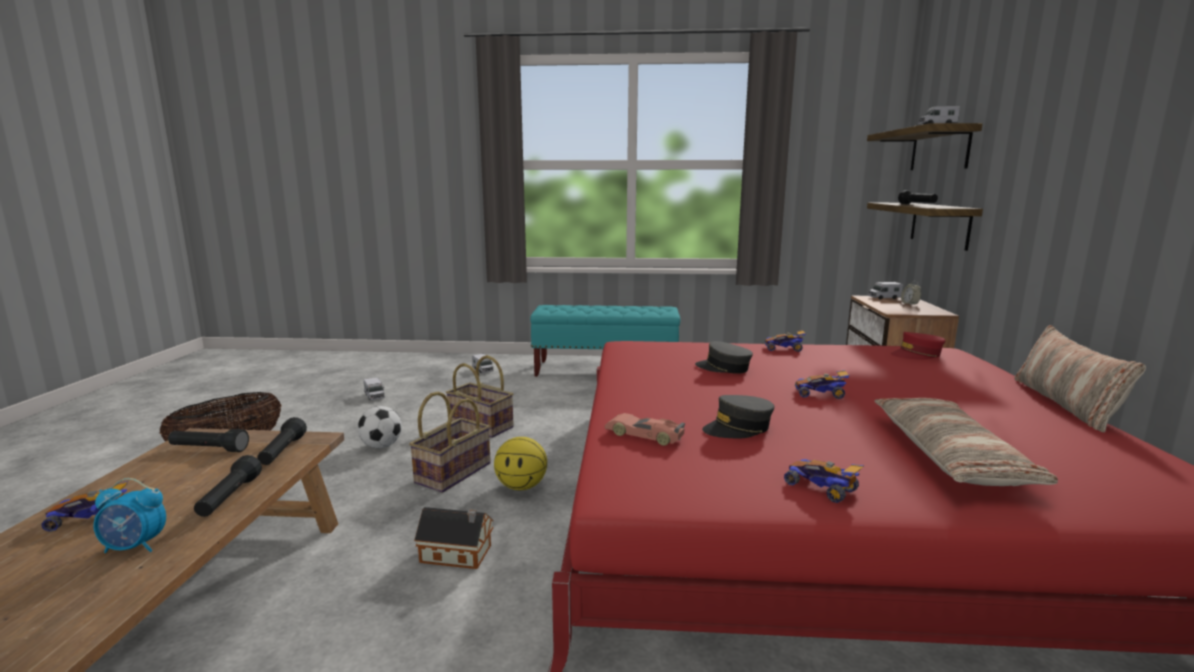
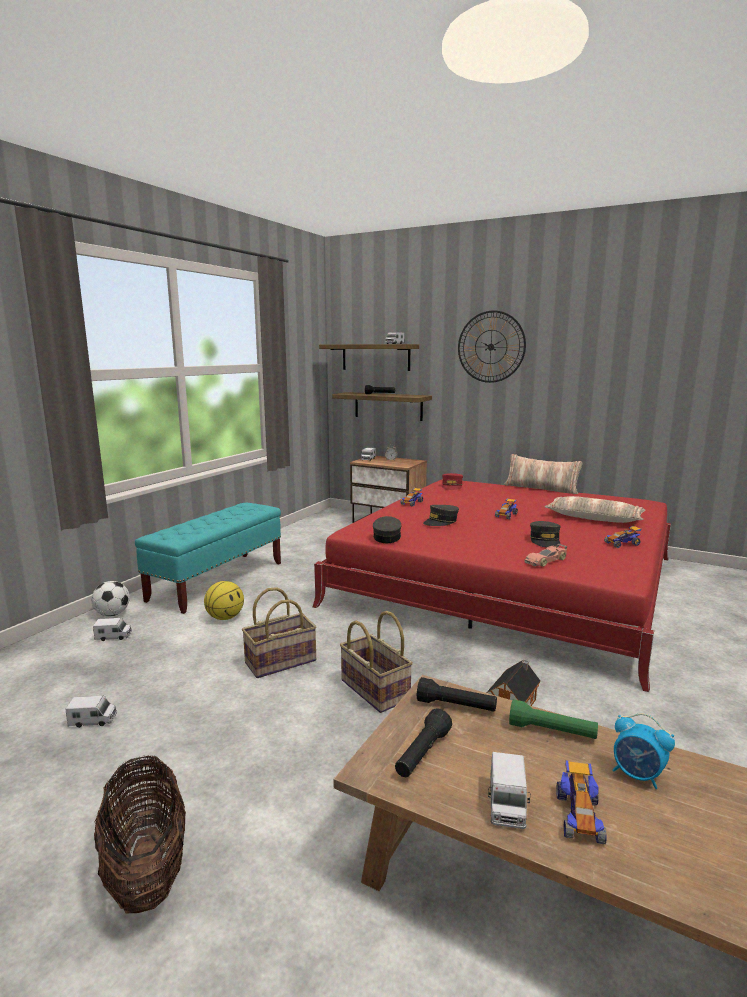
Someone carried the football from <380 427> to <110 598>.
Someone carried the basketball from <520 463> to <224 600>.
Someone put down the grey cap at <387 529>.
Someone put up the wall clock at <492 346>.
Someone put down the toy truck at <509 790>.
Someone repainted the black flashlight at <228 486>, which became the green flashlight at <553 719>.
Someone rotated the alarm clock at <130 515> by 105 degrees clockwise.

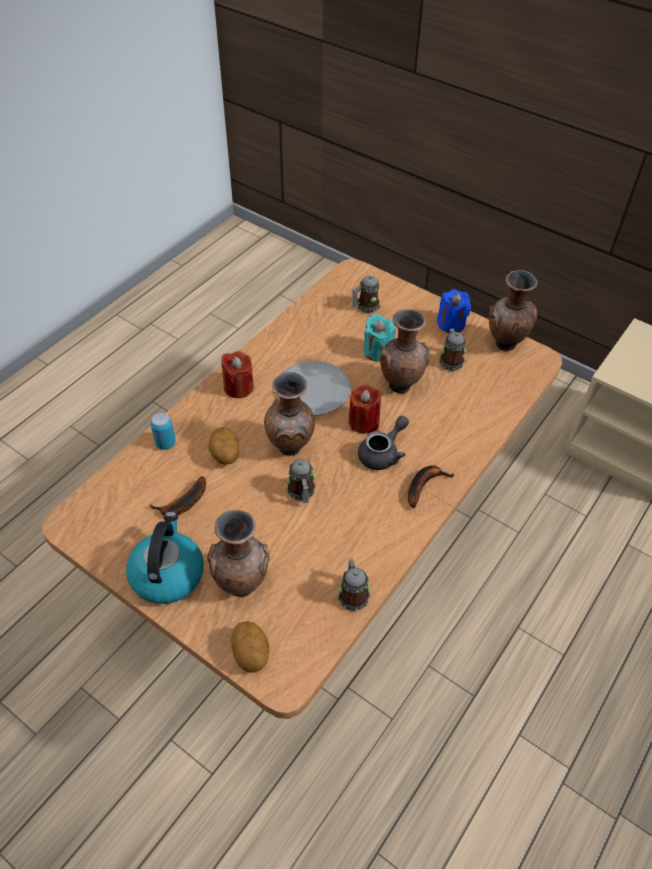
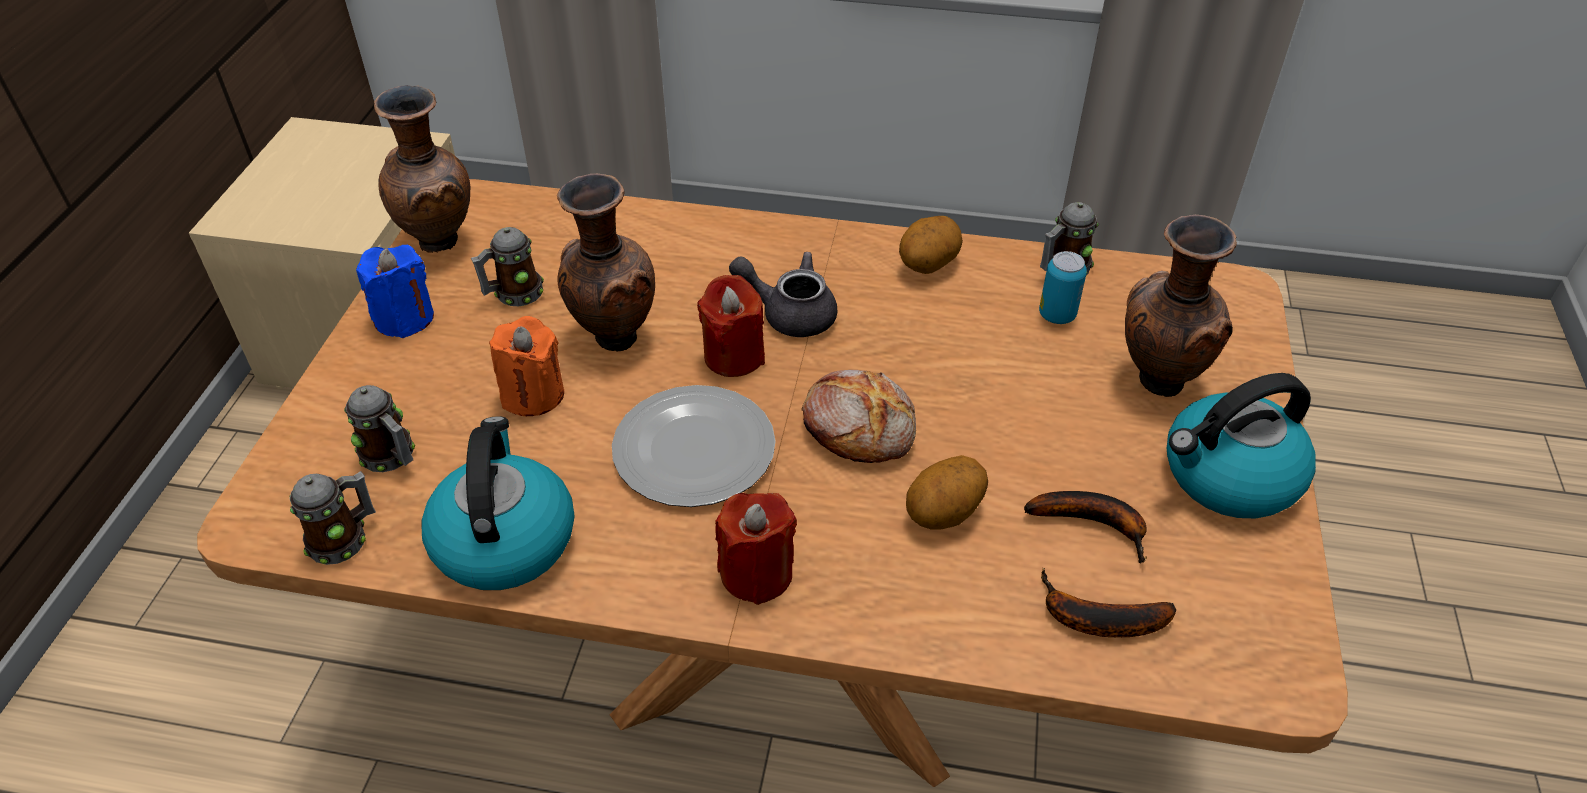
Someone carried the mug from <301 481> to <333 518>.
Someone put down the kettle at <498 503>.
Someone repainted the turquoise candle at <379 338>, which became the orange candle at <526 366>.
Someone swapped the brown vase at <289 414> for the bread at <858 416>.
Someone carried the potato from <250 647> to <931 245>.
Someone carried the can from <163 431> to <1063 287>.
Someone carried the banana from <431 486> to <1108 602>.

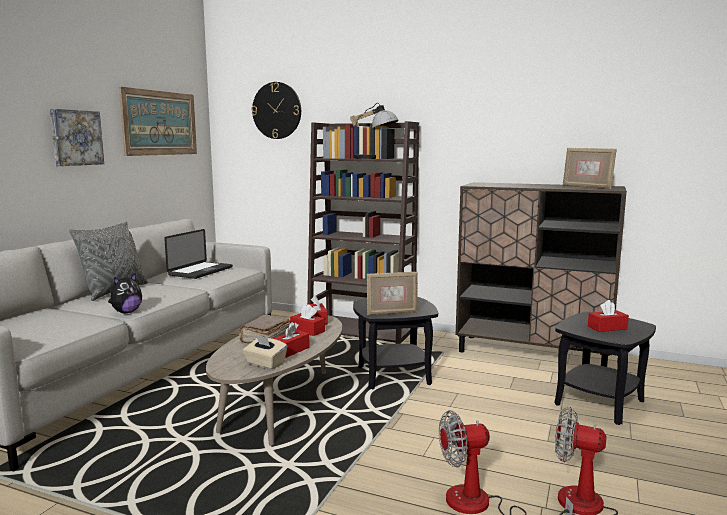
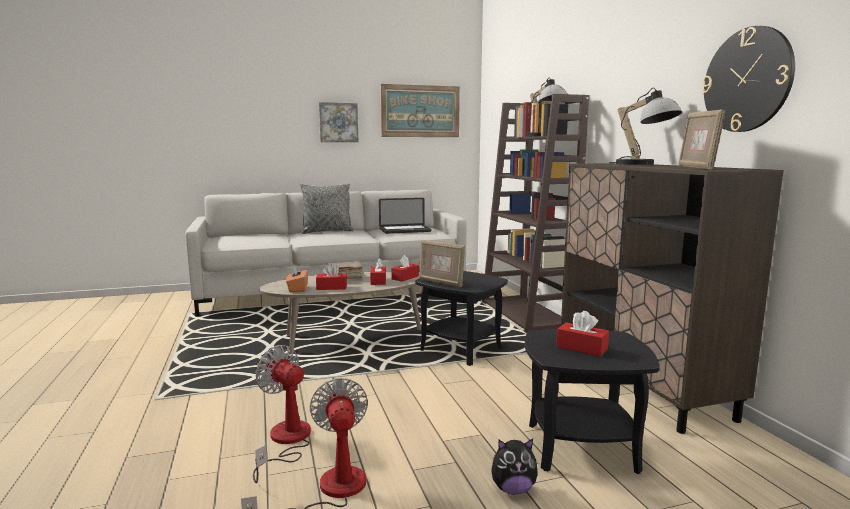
Someone repainted the beige tissue box at <265 352>, which became the orange tissue box at <297 278>.
Someone carried the plush toy from <125 293> to <514 467>.
Someone put down the table lamp at <645 126>.
Someone carried the wall clock from <276 110> to <748 79>.

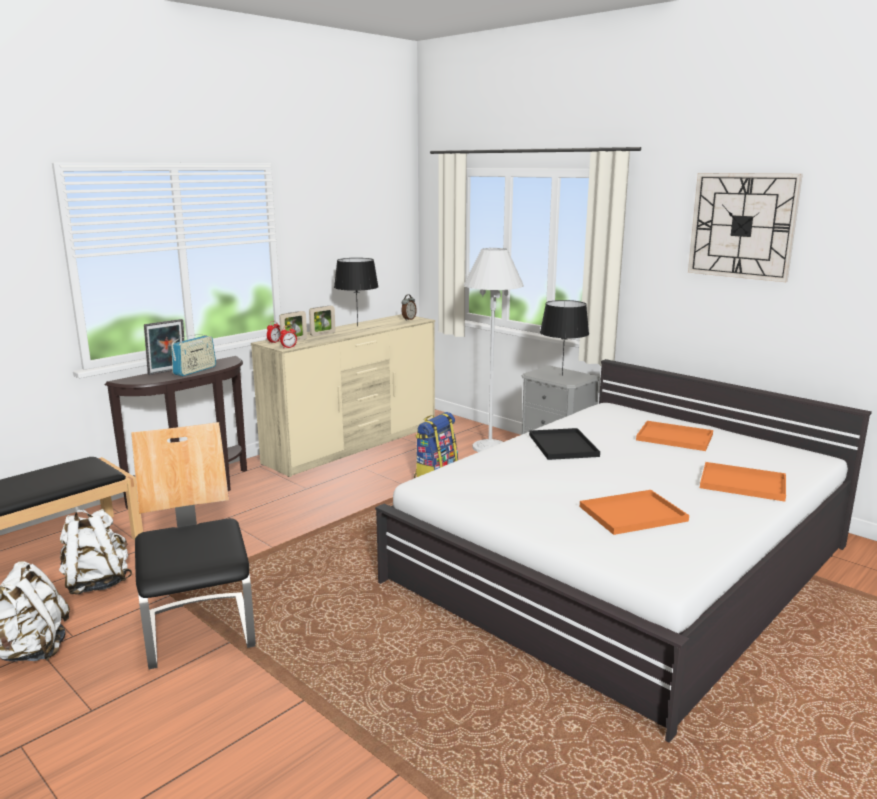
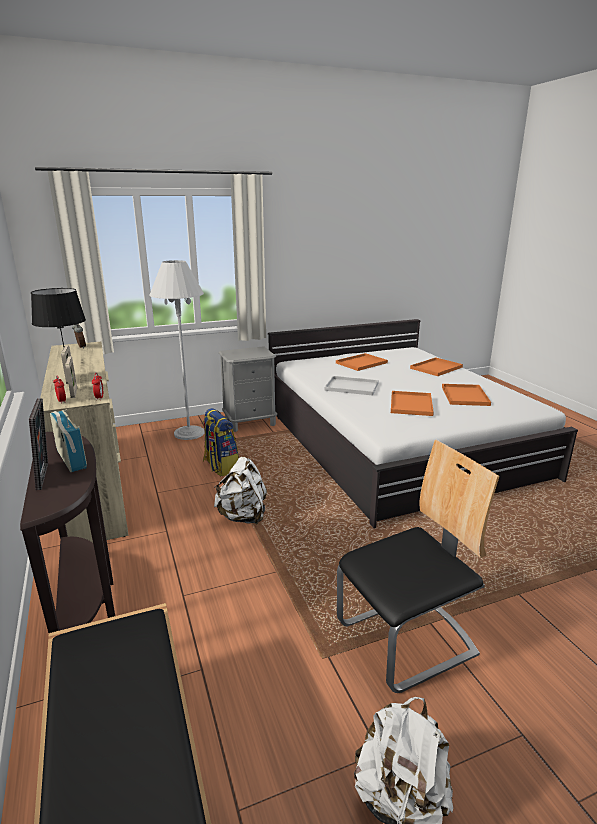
Someone carried the white backpack from <95 552> to <240 491>.
Someone repainted the black tray at <564 444>, which became the white tray at <351 386>.
Someone rotated the chair at <193 546> by 150 degrees clockwise.
Someone put down the orange tray at <412 403>.
Someone took away the black table lamp at <564 338>.
Someone took away the wall clock at <745 227>.

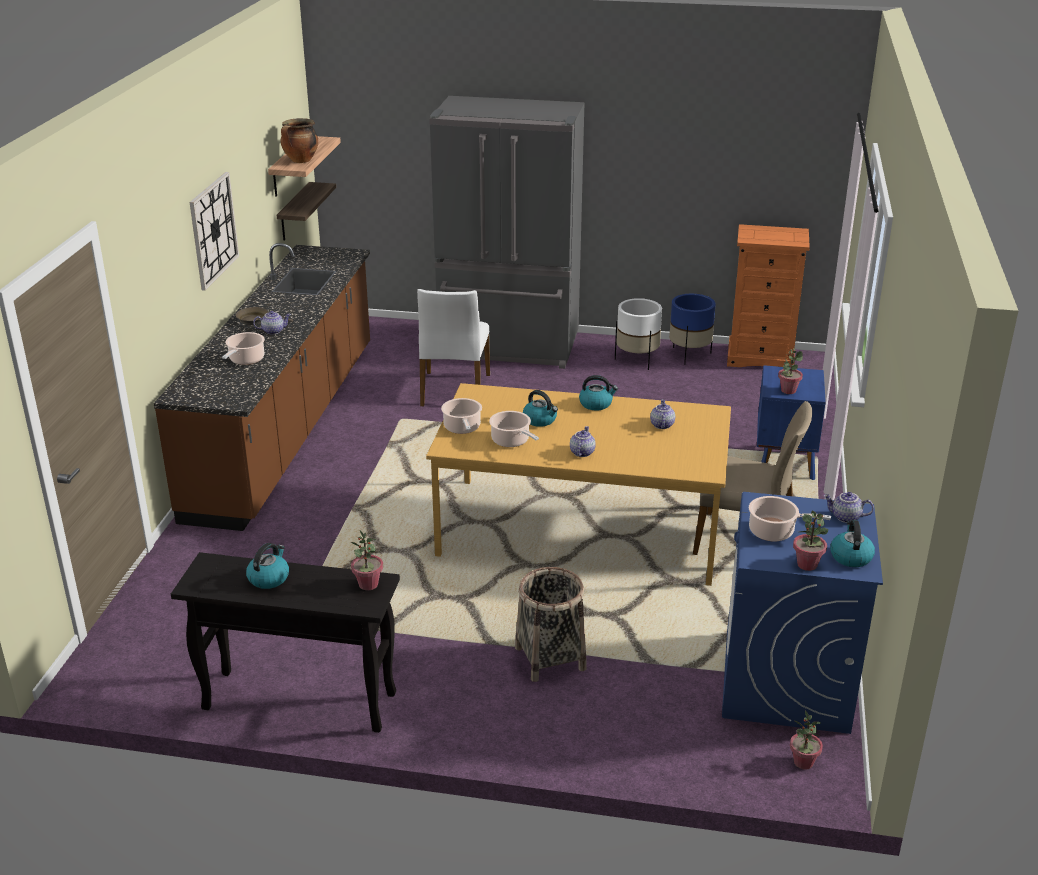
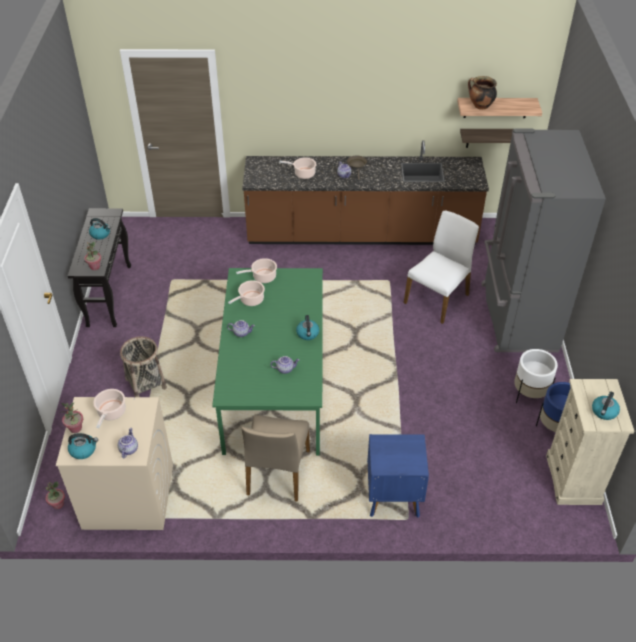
Someone repainted the blue washing machine at <802 613>, which became the beige washing machine at <114 463>.
Someone repainted the orange dining table at <578 484>, which became the green dining table at <267 361>.
Someone rotated the white chair at <453 347> by 135 degrees clockwise.
Someone repainted the orange dresser at <768 296>, which became the beige dresser at <590 442>.
Someone carried the kettle from <540 408> to <606 406>.
Someone took away the wall clock at <214 231>.
Someone took away the potted plant at <790 371>.

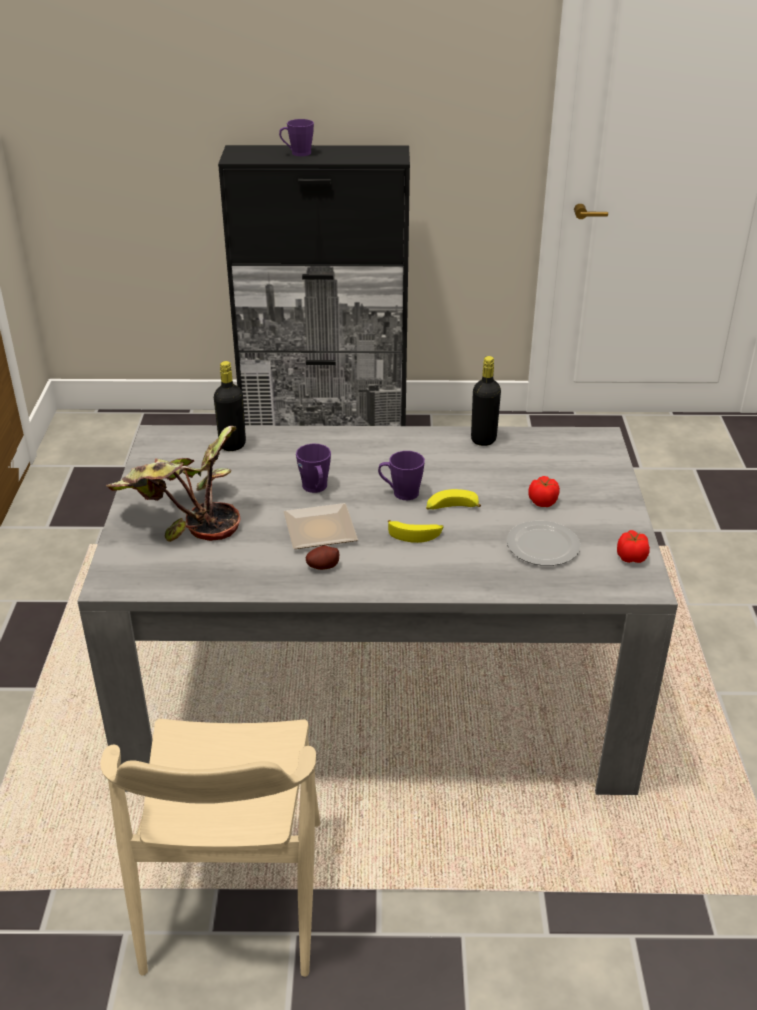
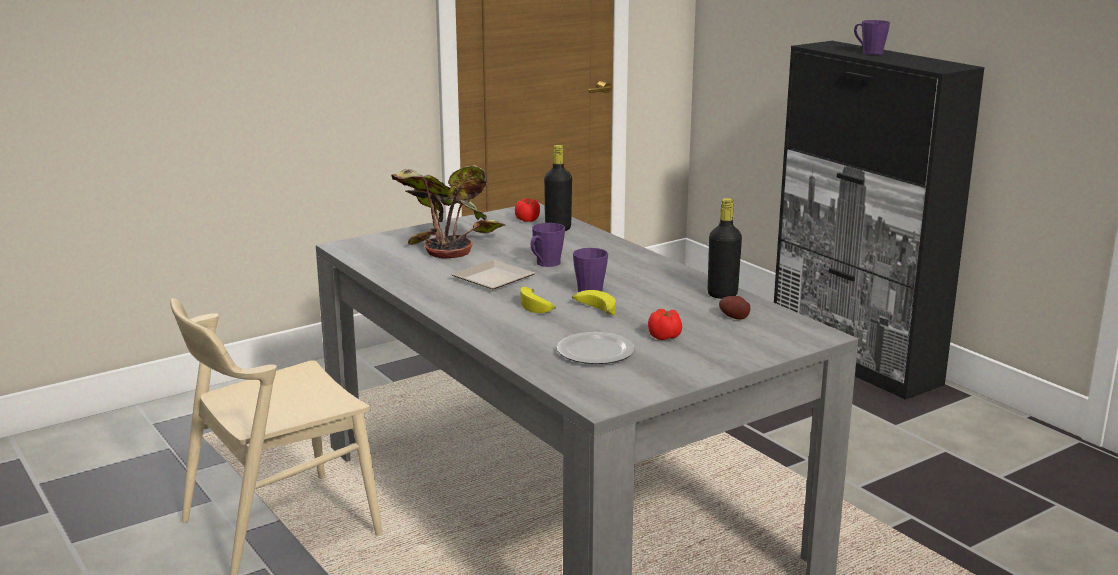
Someone carried the tomato from <633 546> to <527 210>.
Someone carried the potato from <322 558> to <734 308>.

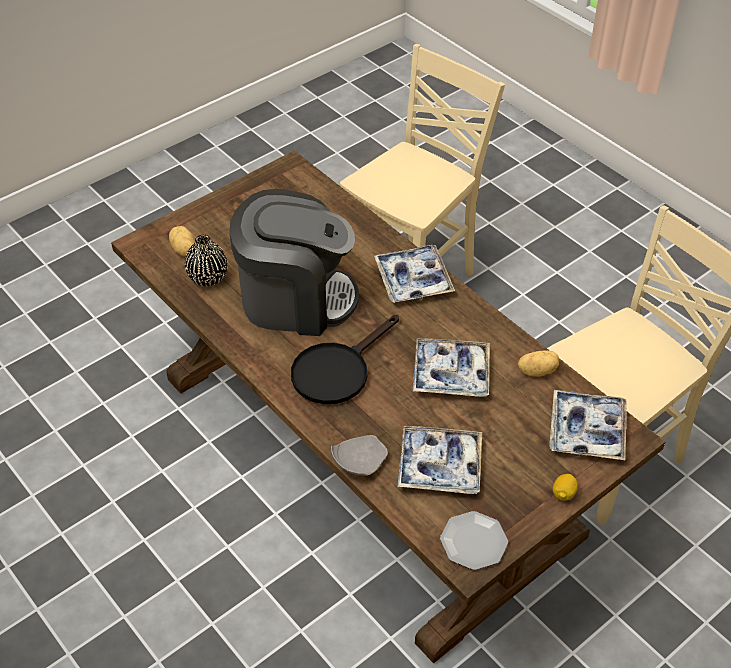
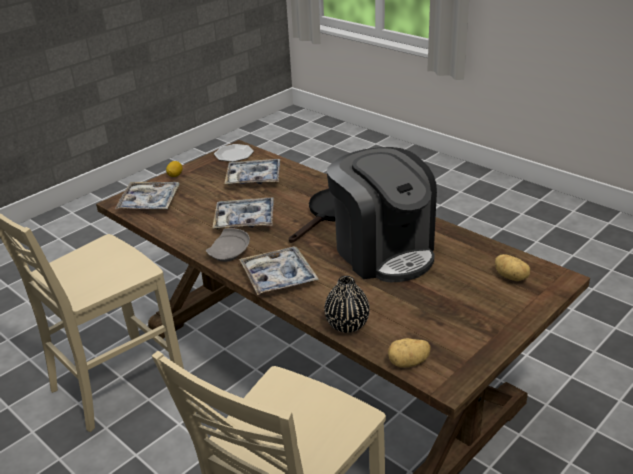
Someone carried the grey plate from <359 455> to <228 245>.
Someone carried the black vase from <206 260> to <347 304>.
Someone rotated the coffee machine at <294 262> by 120 degrees counterclockwise.
Someone carried the potato from <538 364> to <409 353>.

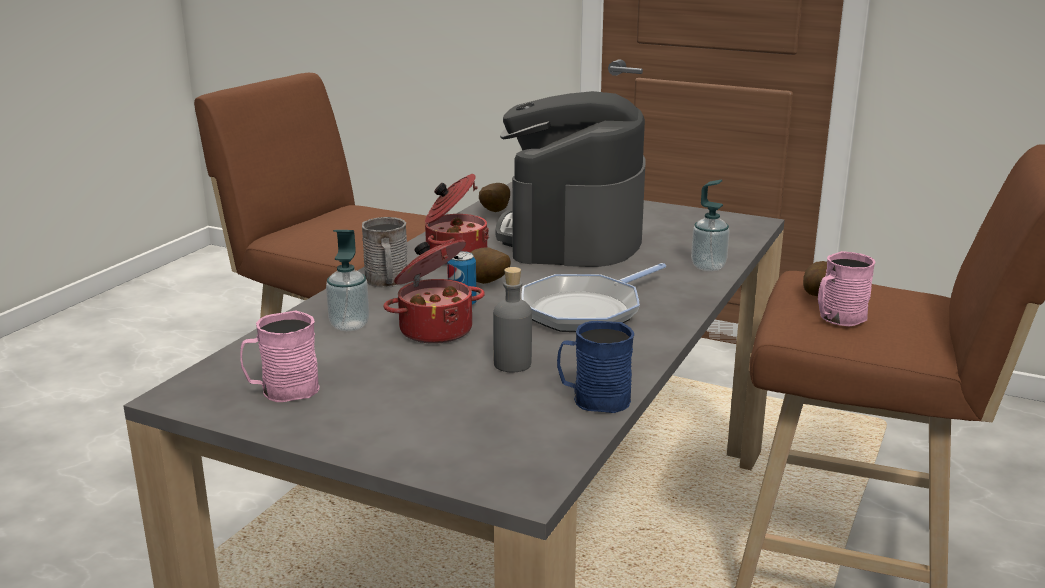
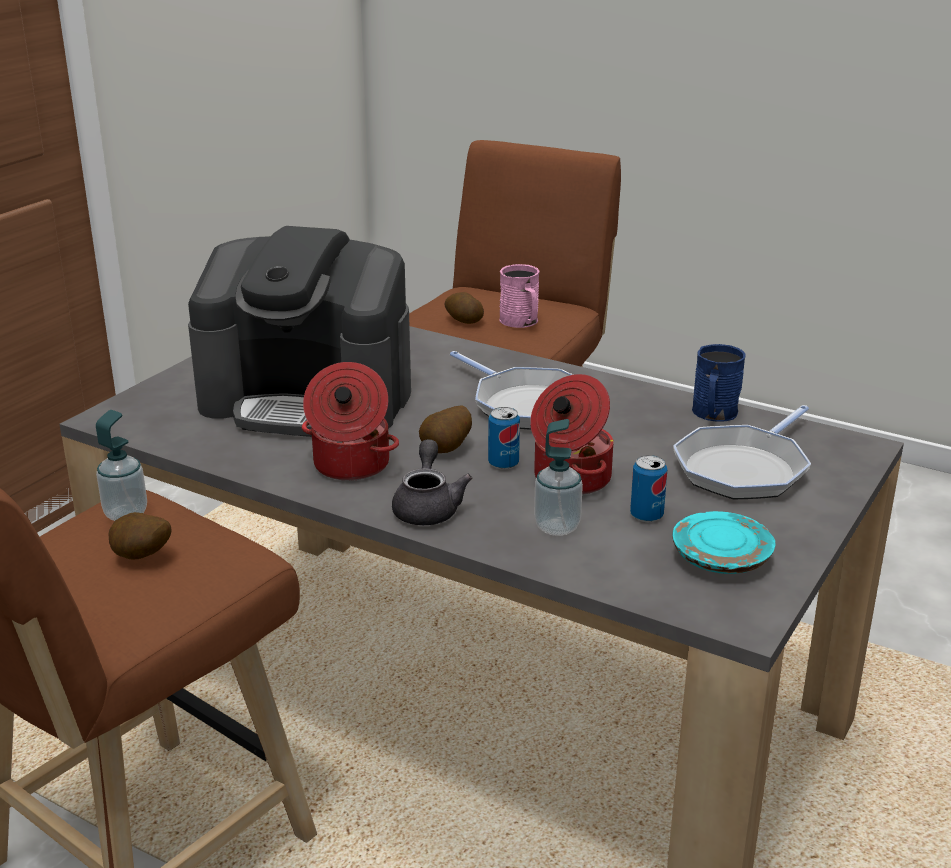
Someone carried the soap dispenser from <710 225> to <121 465>.
Someone carried the potato from <494 197> to <140 536>.
Someone swapped the grey mug at <385 252> for the grey teapot at <432 482>.
Someone put down the can at <648 488>.
Someone put down the frying pan at <742 452>.
Someone swapped the pink mug at <279 356> for the turquoise plate at <724 542>.
Someone took away the grey bottle at <512 319>.

